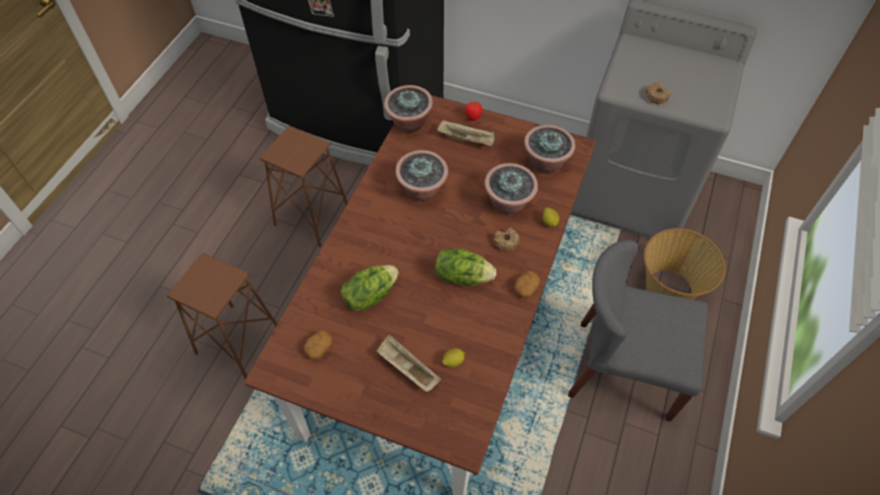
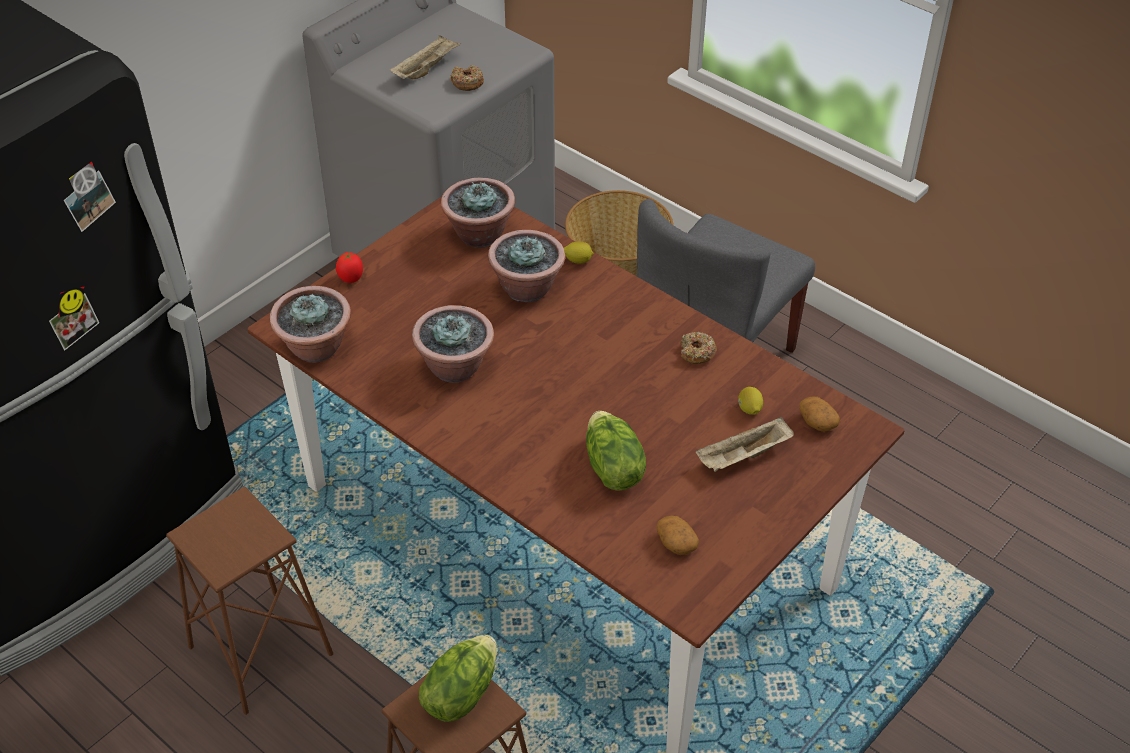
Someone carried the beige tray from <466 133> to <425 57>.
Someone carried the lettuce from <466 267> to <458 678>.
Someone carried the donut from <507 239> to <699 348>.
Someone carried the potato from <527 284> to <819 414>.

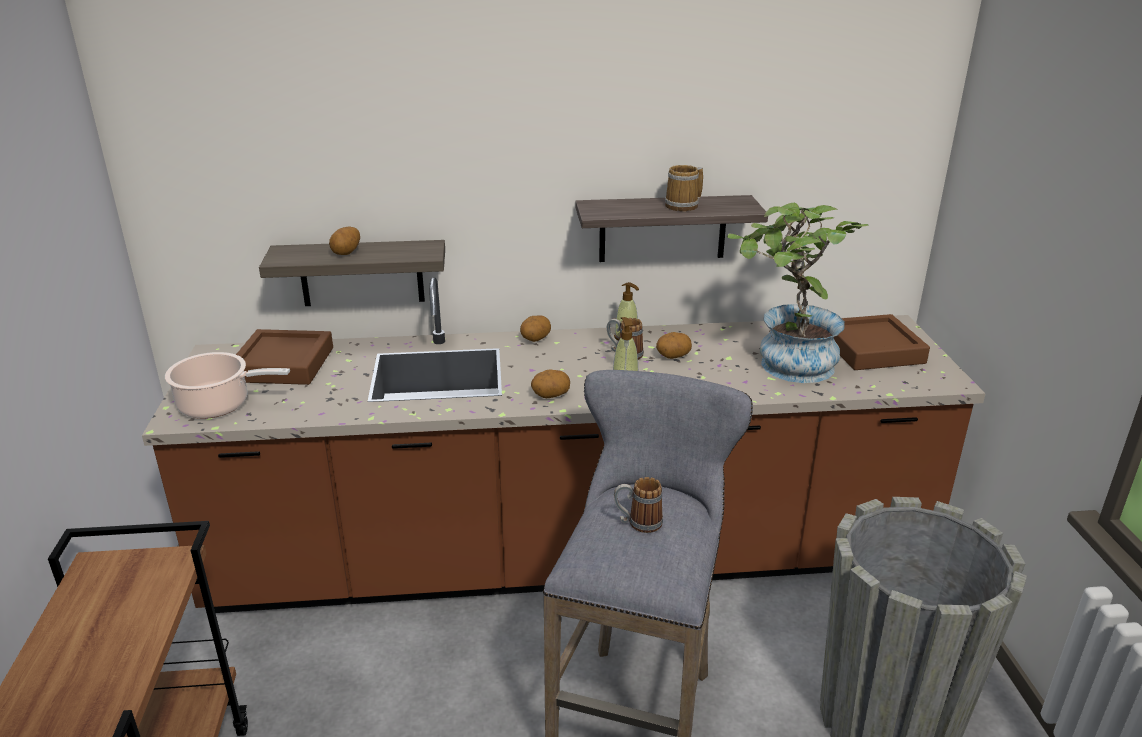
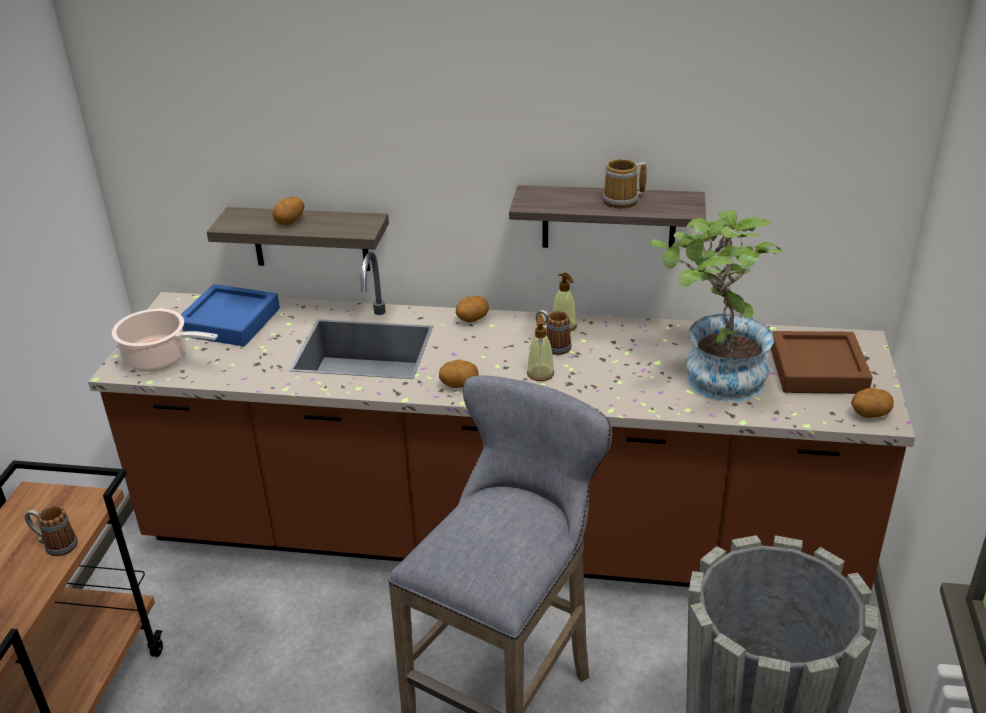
Someone carried the mug from <638 505> to <51 531>.
Someone repainted the brown tray at <284 357>, which became the blue tray at <230 315>.
Someone carried the potato from <674 345> to <872 403>.

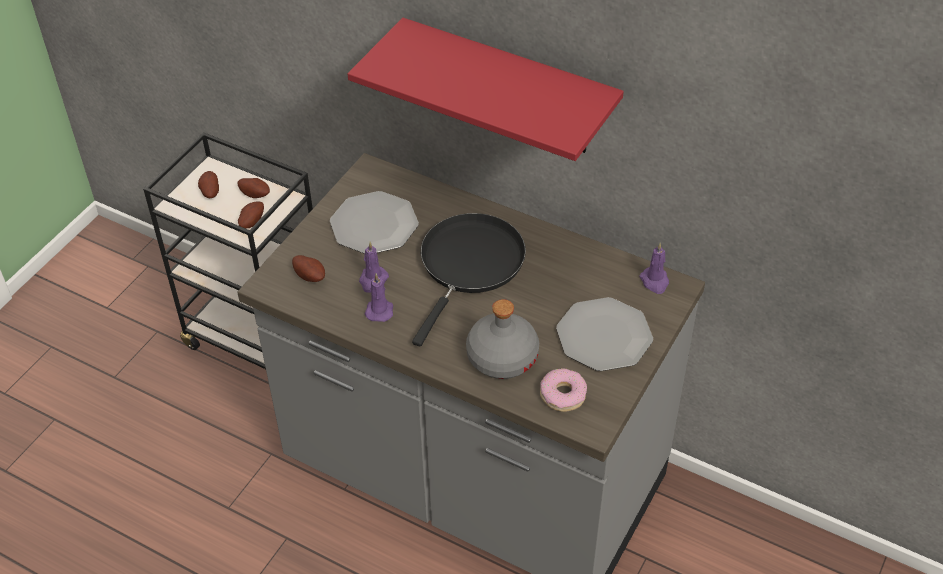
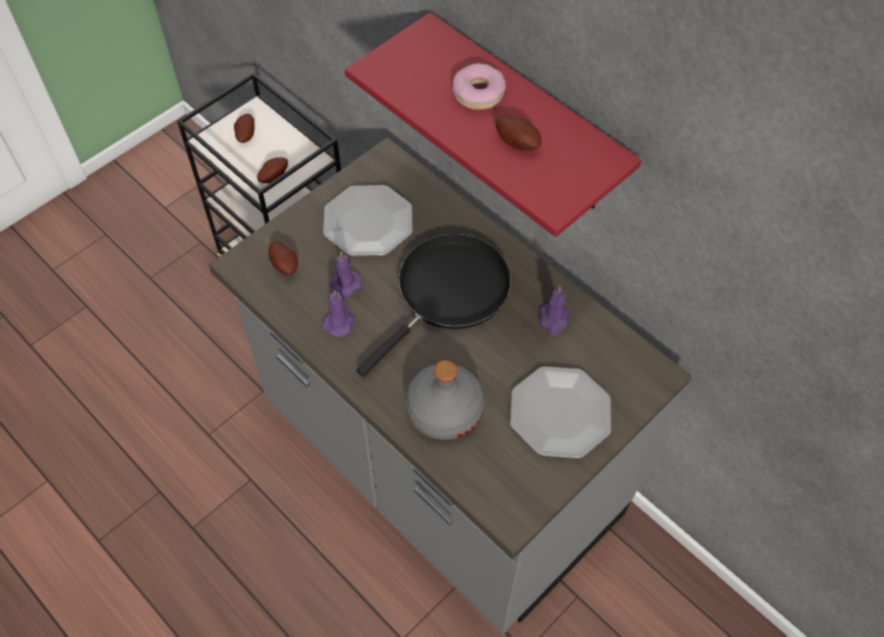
Someone carried the donut from <563 390> to <479 86>.
Someone carried the potato from <253 188> to <518 133>.
Someone carried the purple candle from <654 268> to <554 310>.

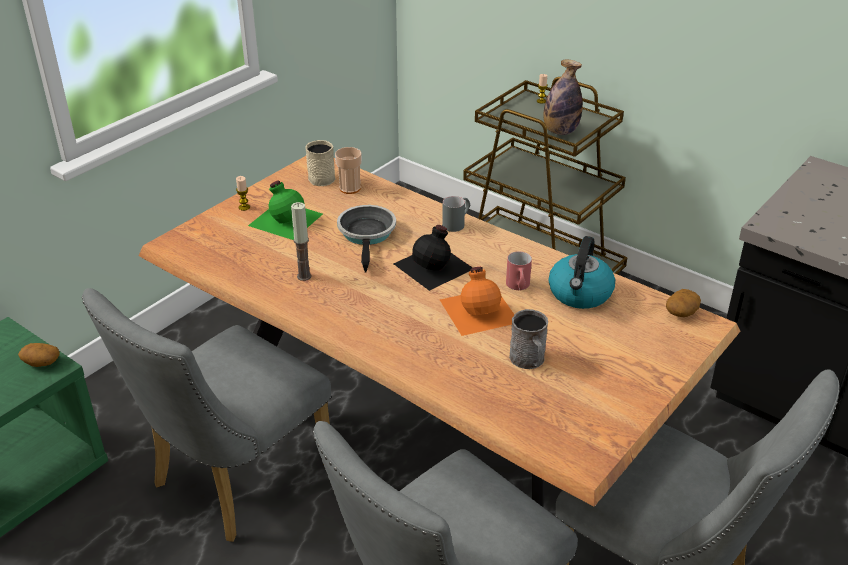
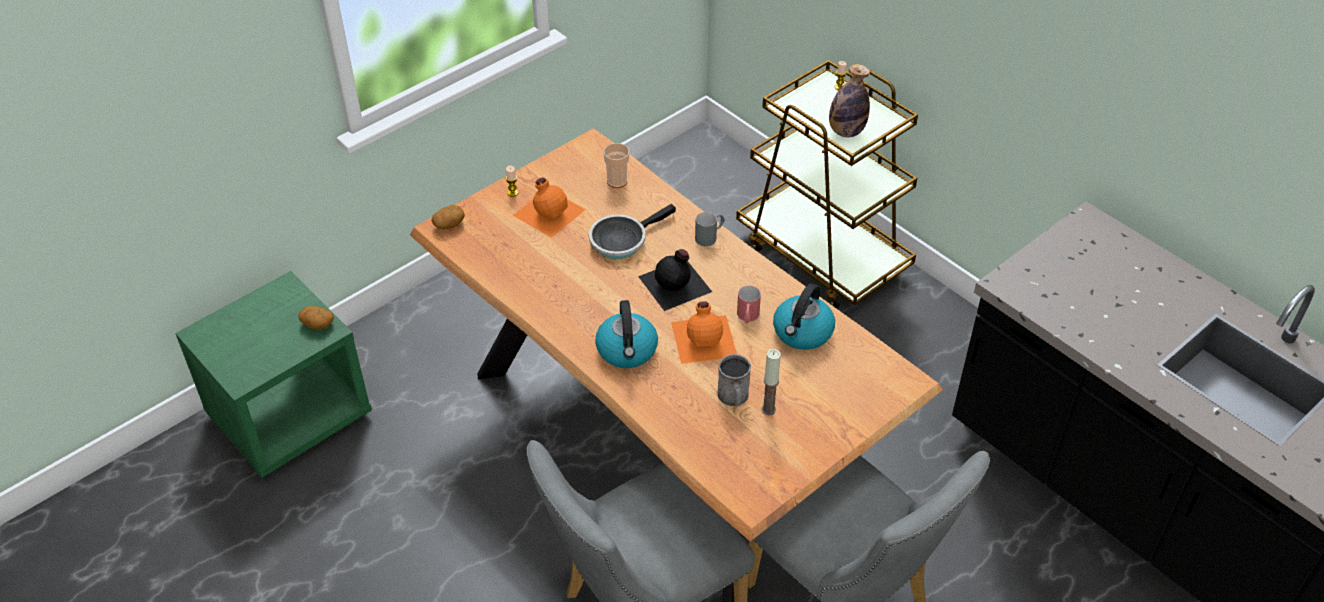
Someone carried the potato from <683 303> to <448 217>.
Someone repainted the green bottle at <285 210>, which became the orange bottle at <549 207>.
Someone rotated the frying pan at <366 238> by 135 degrees counterclockwise.
Someone put down the kettle at <626 334>.
Someone carried the candle from <301 241> to <771 382>.
Someone took away the grey chair at <206 415>.
Someone took away the beige mug at <320 163>.

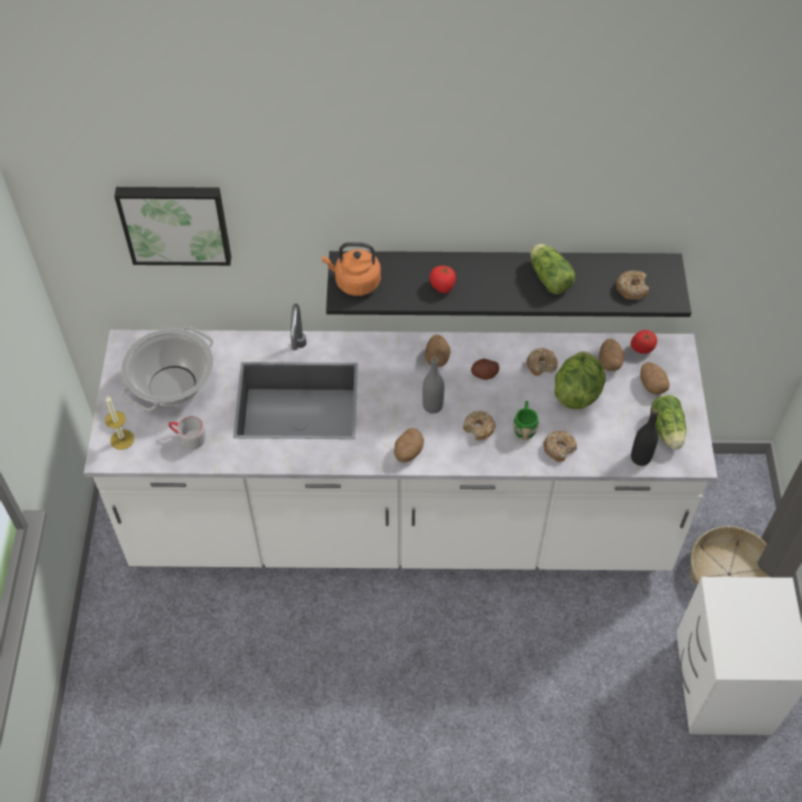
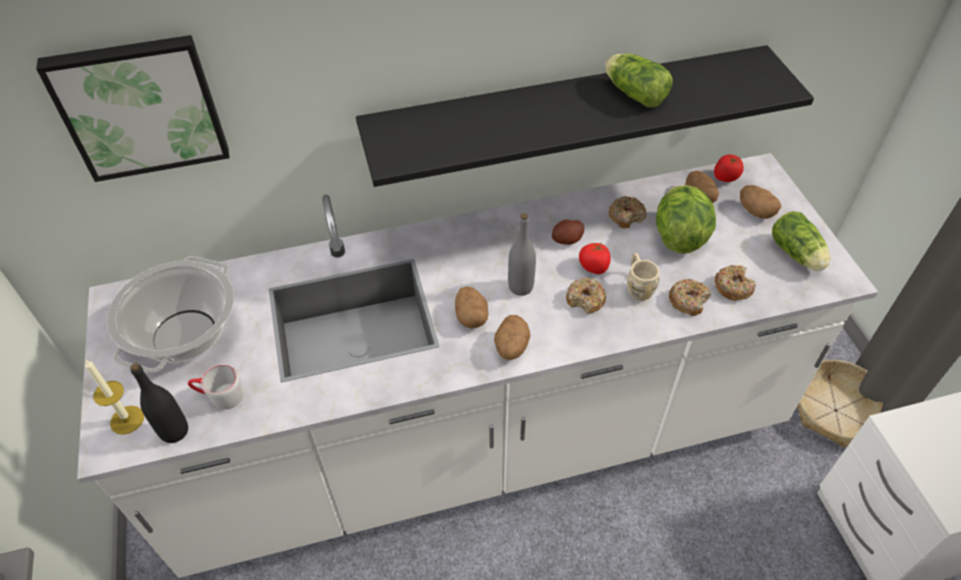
Someone carried the black bottle from <644 437> to <159 403>.
Someone carried the potato from <437 351> to <471 307>.
Someone carried the tomato from <443 279> to <595 258>.
Someone repainted the green mug at <526 420>, which became the beige mug at <643 277>.
Someone carried the donut from <632 285> to <735 283>.
Someone took away the orange kettle at <351 269>.

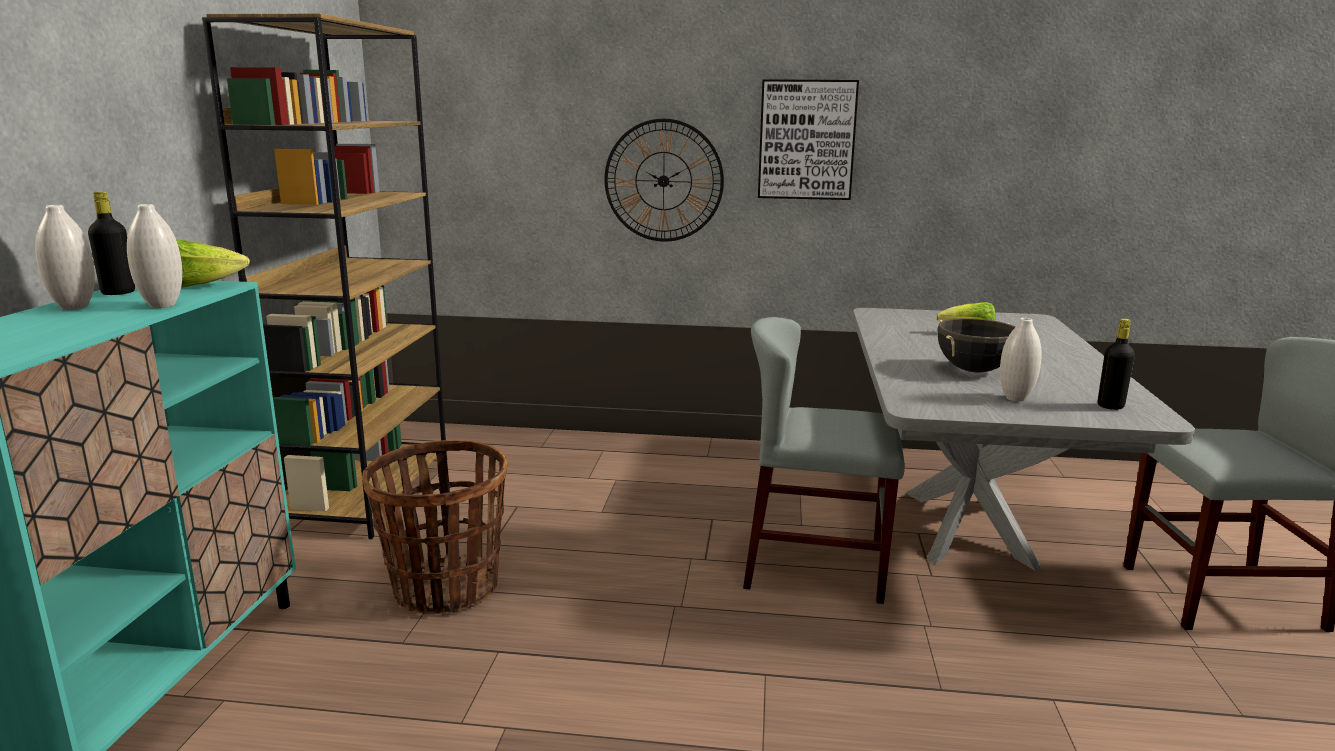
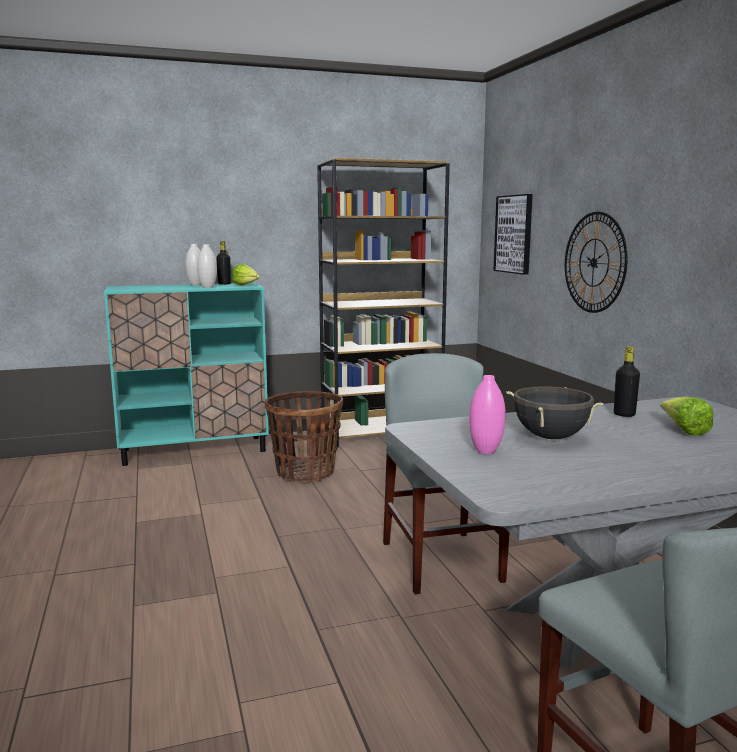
Someone repainted the white vase at <1021 360>, which became the pink vase at <487 414>.
Someone carried the picture from <808 139> to <513 234>.
Someone carried the black bottle from <1116 364> to <627 381>.

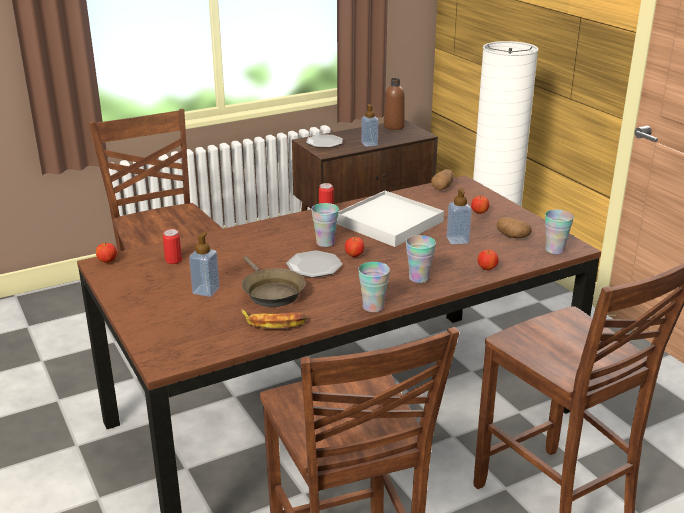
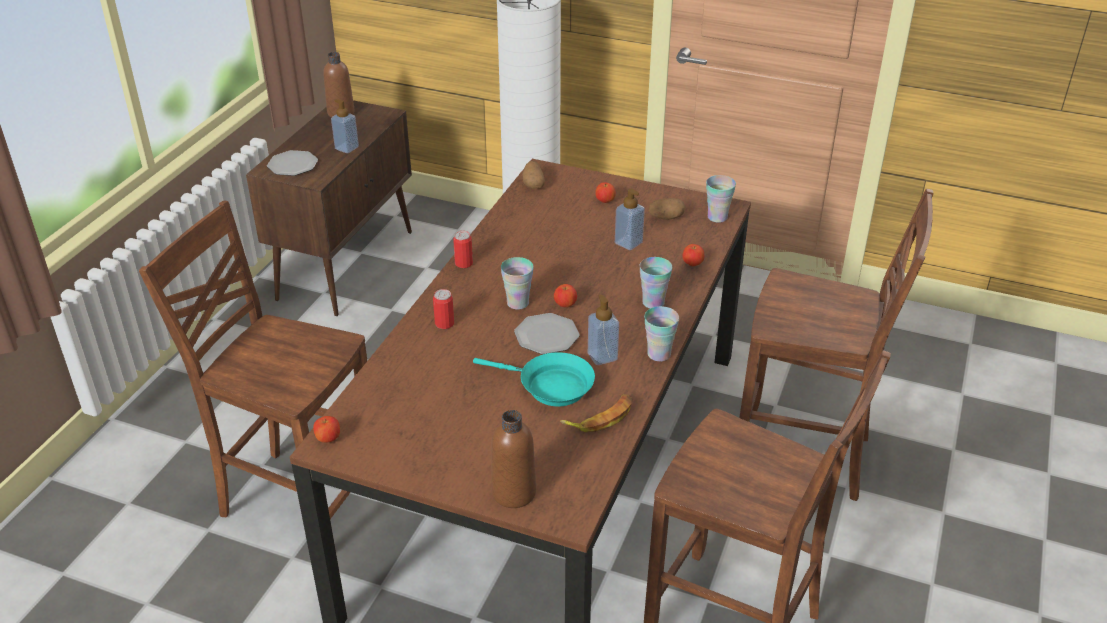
Someone carried the can from <172 246> to <443 309>.
Someone repainted the brown frying pan at <274 282>, which became the turquoise frying pan at <534 379>.
Someone put down the brown bottle at <513 459>.
Someone carried the soap dispenser from <204 264> to <603 329>.
Someone took away the white tray at <390 219>.

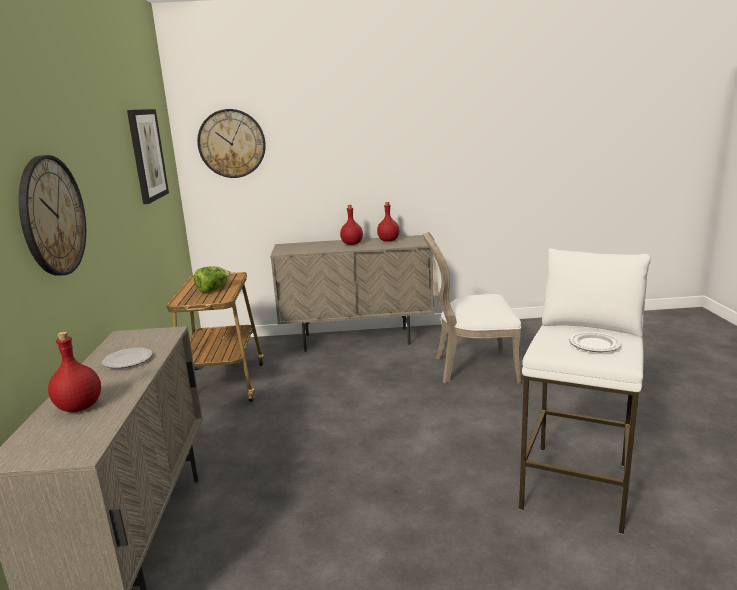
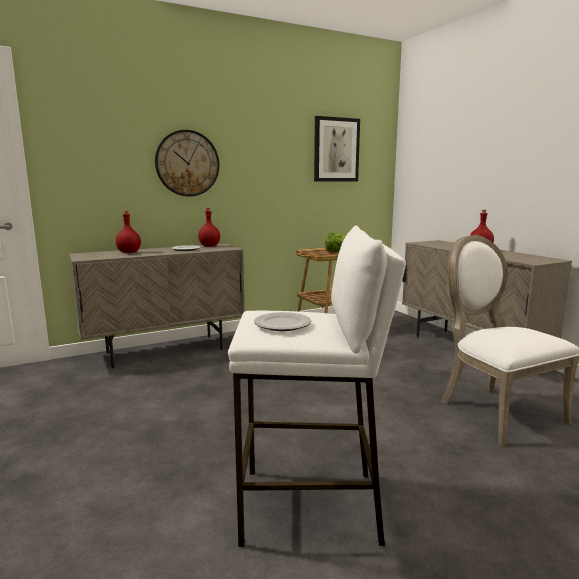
Someone carried the red bottle from <388 222> to <209 227>.
Someone took away the wall clock at <231 143>.

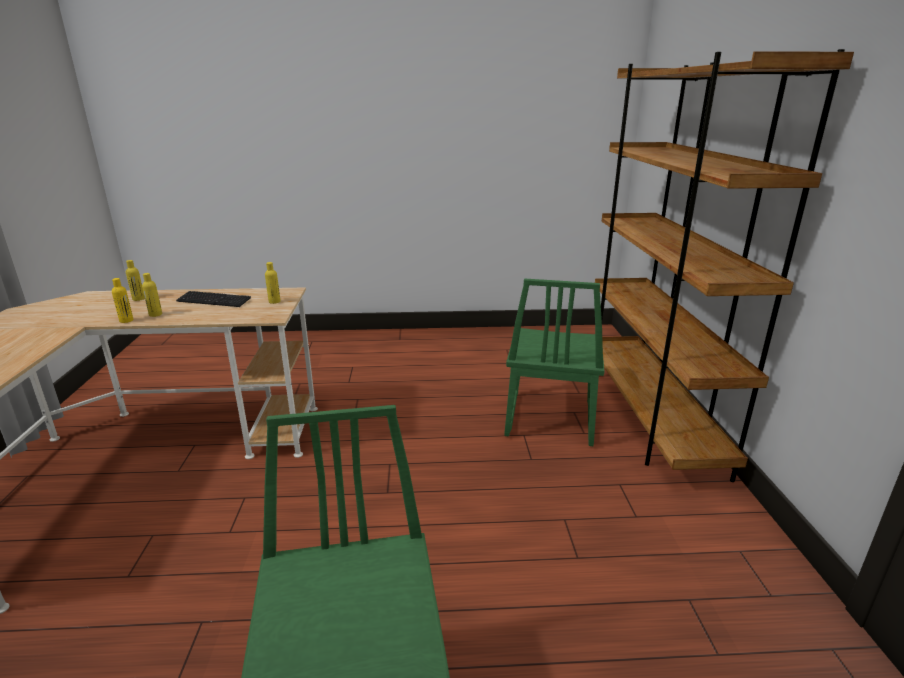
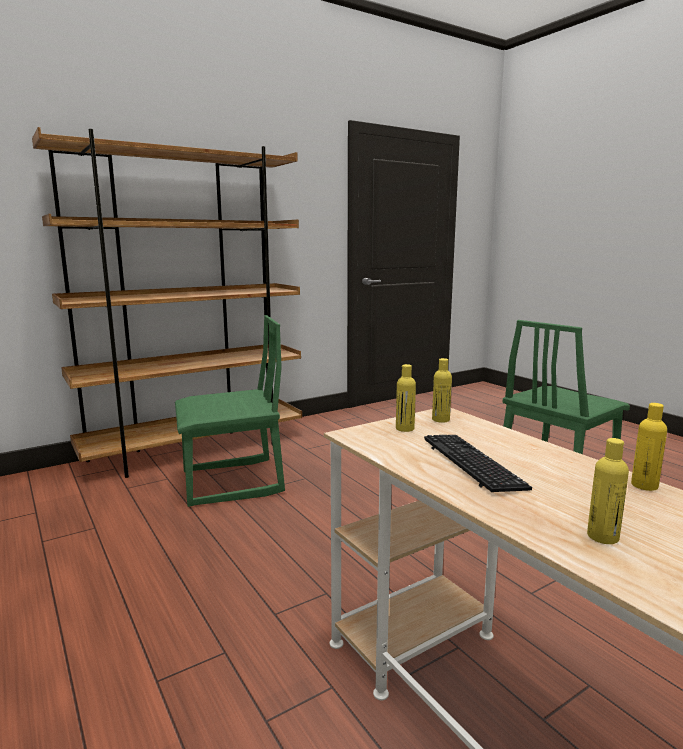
Someone carried the yellow bottle from <152 295> to <442 390>.

